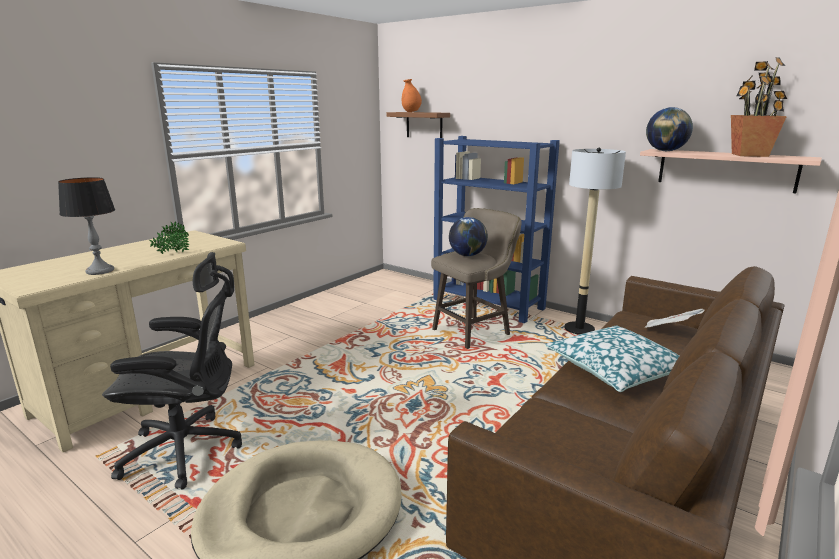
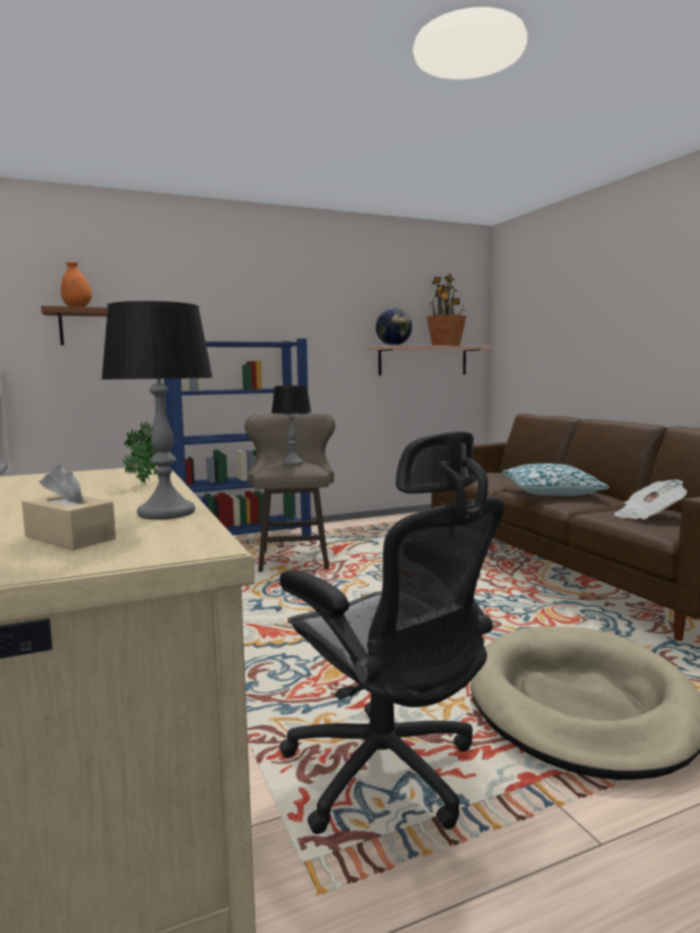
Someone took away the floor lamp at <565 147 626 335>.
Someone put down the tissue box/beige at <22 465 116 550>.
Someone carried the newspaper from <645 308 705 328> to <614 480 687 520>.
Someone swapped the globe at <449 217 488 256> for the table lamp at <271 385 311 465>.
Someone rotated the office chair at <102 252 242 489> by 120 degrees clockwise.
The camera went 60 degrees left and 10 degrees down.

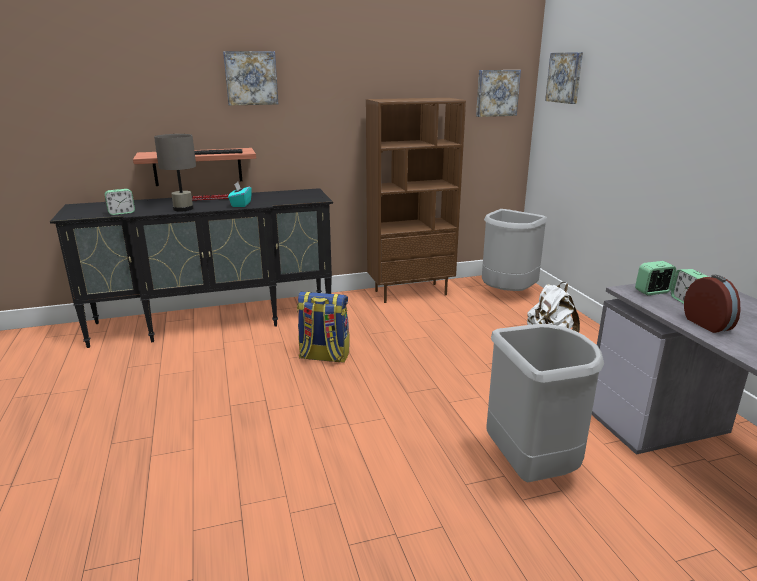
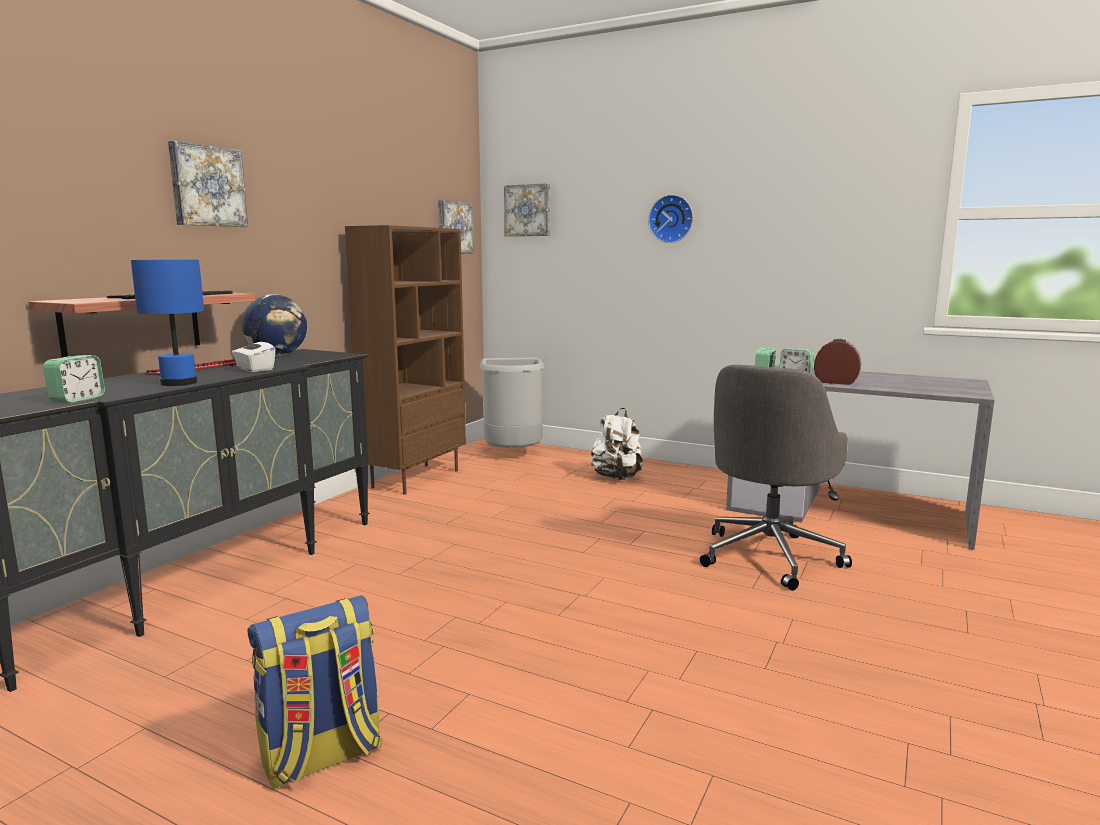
Someone put down the globe at <242 294 307 356>.
Someone put up the wall clock at <648 195 693 243>.
Someone carried the backpack from <297 292 349 363> to <247 595 383 789>.
Someone swapped the trash can/grey at <486 324 604 482> for the office chair/grey at <700 365 852 591>.
Someone repainted the table lamp/grey at <154 134 196 211>, which became the table lamp/blue at <131 260 204 386>.
Someone repainted the tissue box/turquoise at <228 182 252 207>, which became the tissue box/white at <232 335 275 372>.
The camera went 45 degrees left and 10 degrees down.

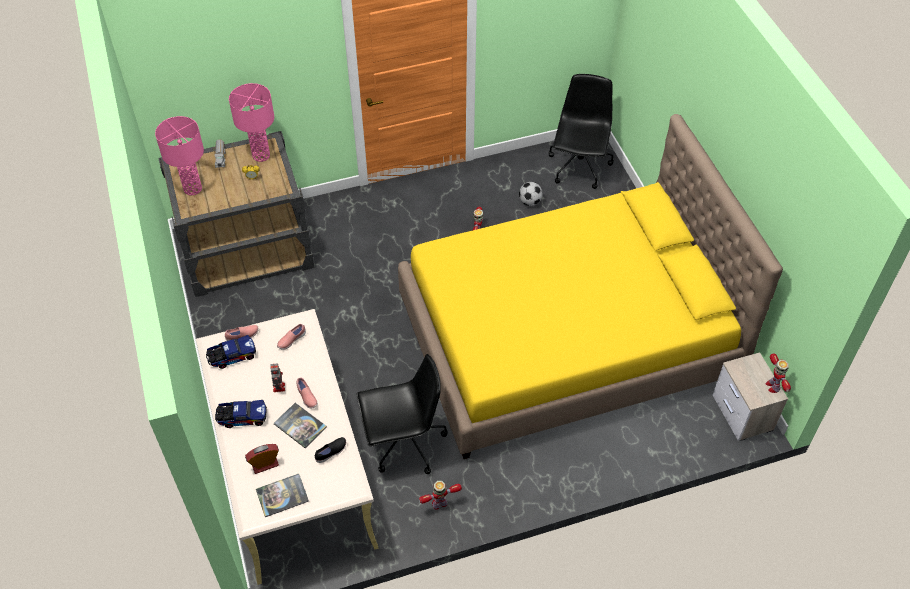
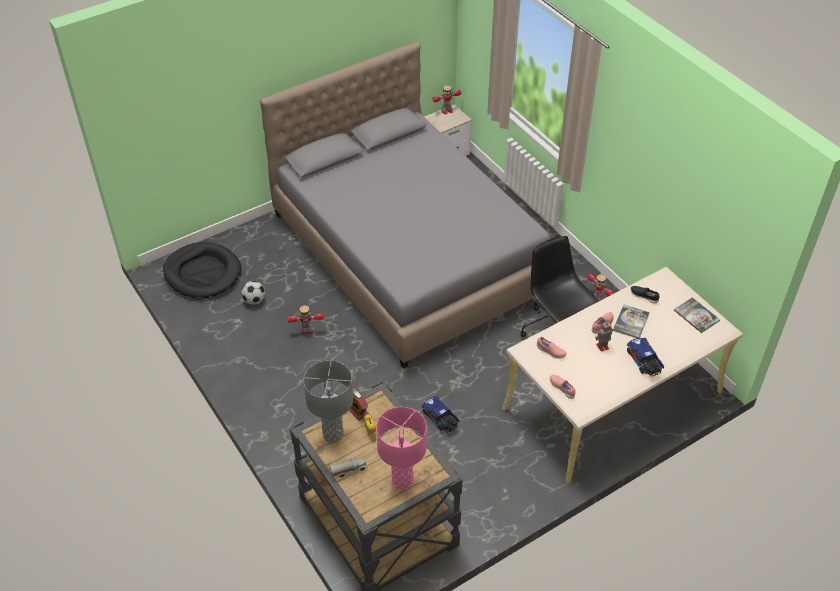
Someone carried the toy truck from <206 335 256 369> to <422 396 459 432>.
Someone carried the alarm clock from <245 444 279 474> to <345 387 369 421>.
Someone swapped the office chair/black at <549 74 614 189> for the dog bed/black at <163 242 242 298>.
Someone repainted the table lamp/pink at <229 83 274 162>, which became the table lamp/grey at <303 360 354 443>.
Someone repainted the bed/yellow at <398 114 783 459>, which became the bed/grey at <260 42 550 369>.
The camera went 105 degrees left and 5 degrees down.

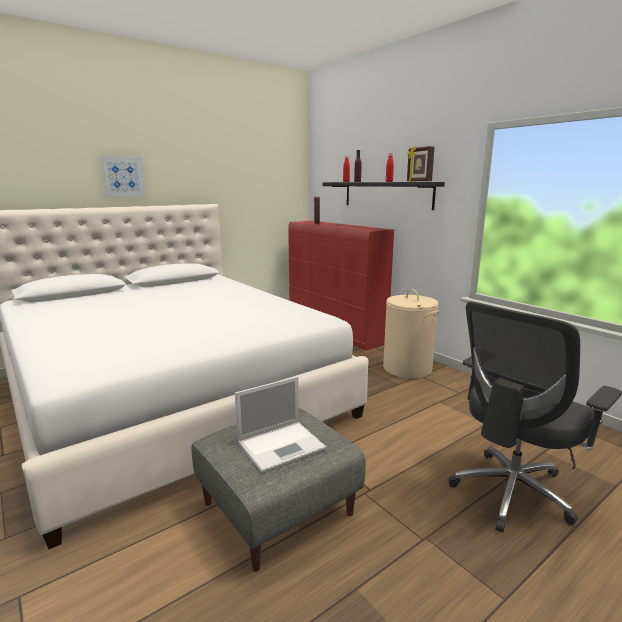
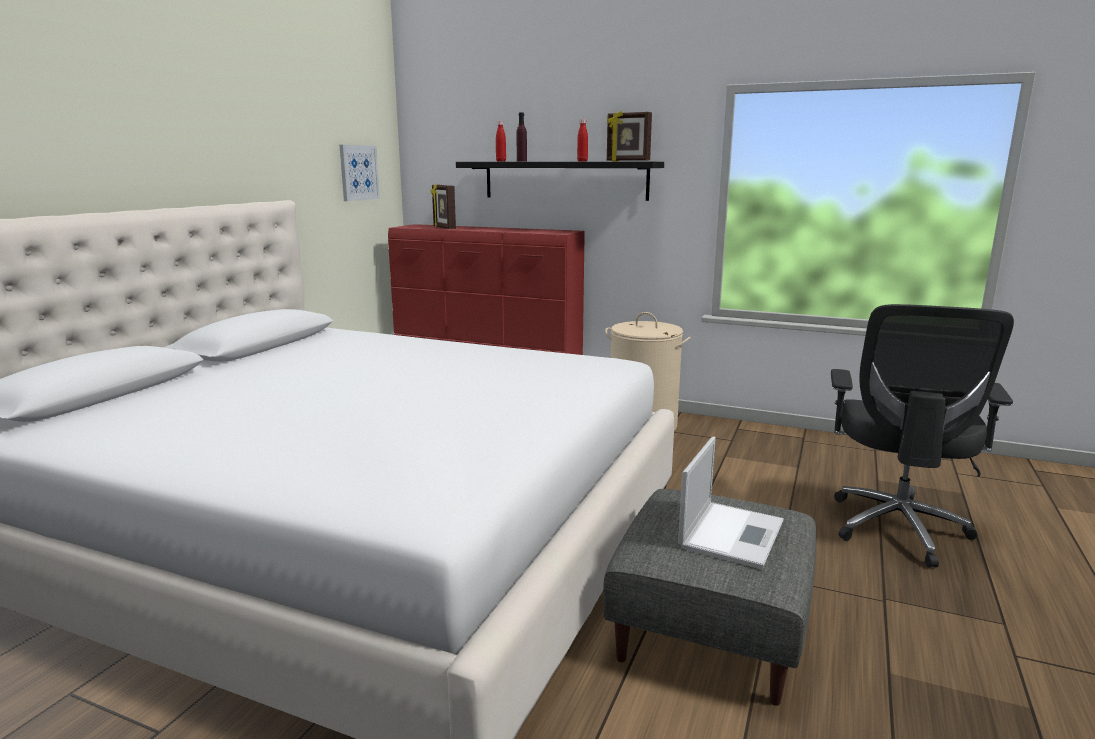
Someone carried the picture from <100 156 146 197> to <339 145 380 201>.
The camera went 30 degrees left and 0 degrees up.

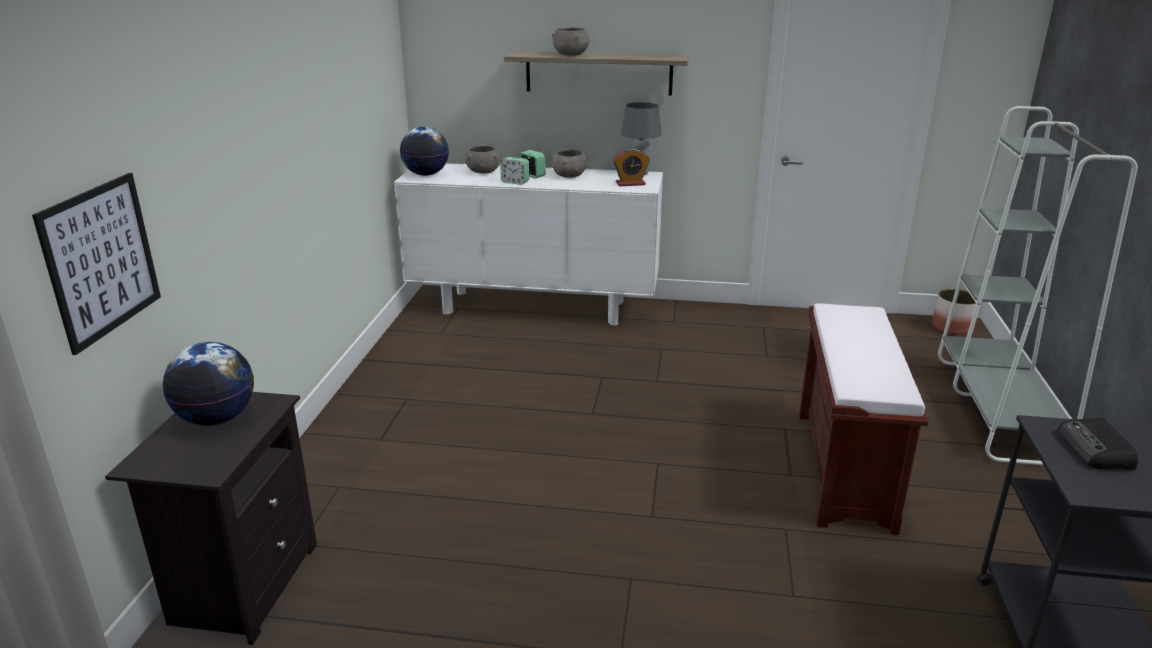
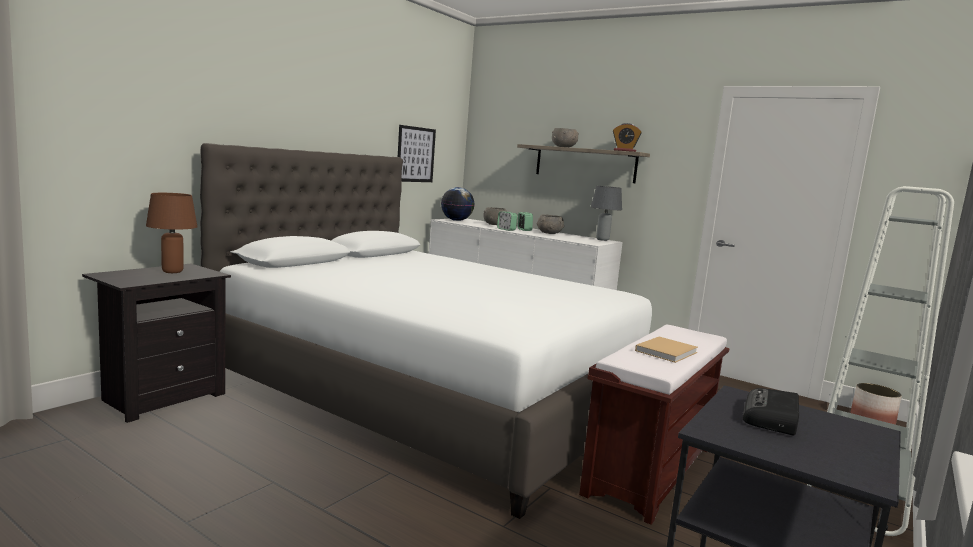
Someone put down the bed/white at <200 143 652 519>.
Someone put down the book/beige at <635 336 698 363>.
Someone carried the picture from <32 173 161 355> to <398 125 436 182>.
Someone carried the alarm clock from <613 148 650 186> to <613 123 642 152>.
Someone swapped the globe at <163 342 254 426> for the table lamp/brown at <146 193 198 273>.
The camera went 25 degrees right and 15 degrees down.

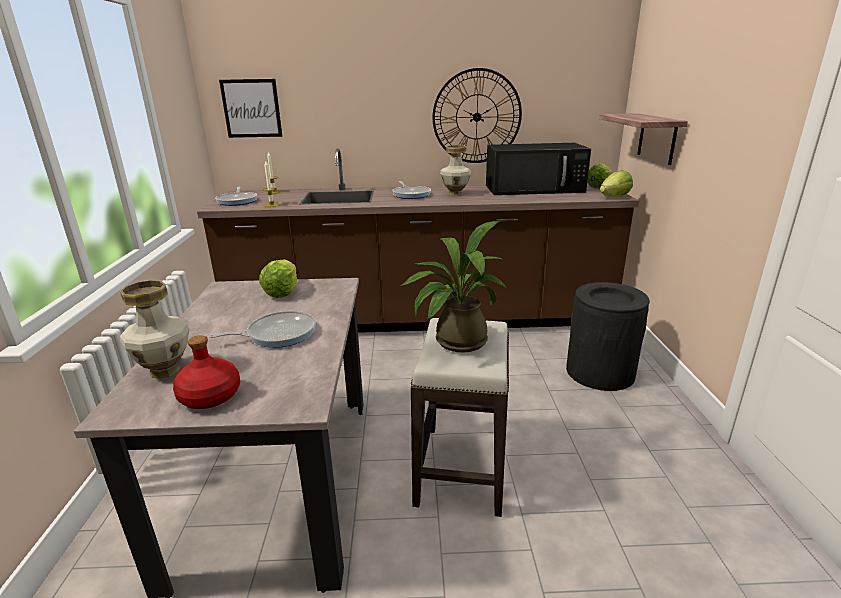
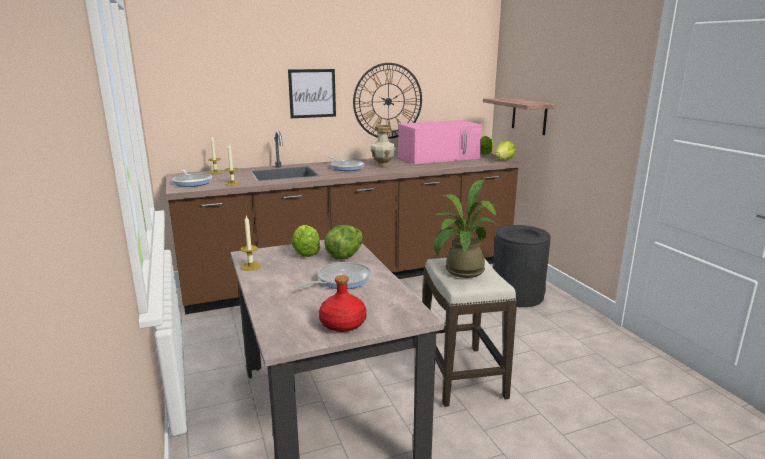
Someone took away the vase at <120 280 190 379>.
Someone put down the candle at <240 216 261 271>.
Someone put down the lettuce at <324 225 363 260>.
Someone carried the picture from <219 79 282 138> to <288 69 336 118>.
Someone repainted the microwave/black at <486 143 591 195>, which became the microwave/pink at <398 120 482 164>.
The camera went 20 degrees left and 5 degrees down.

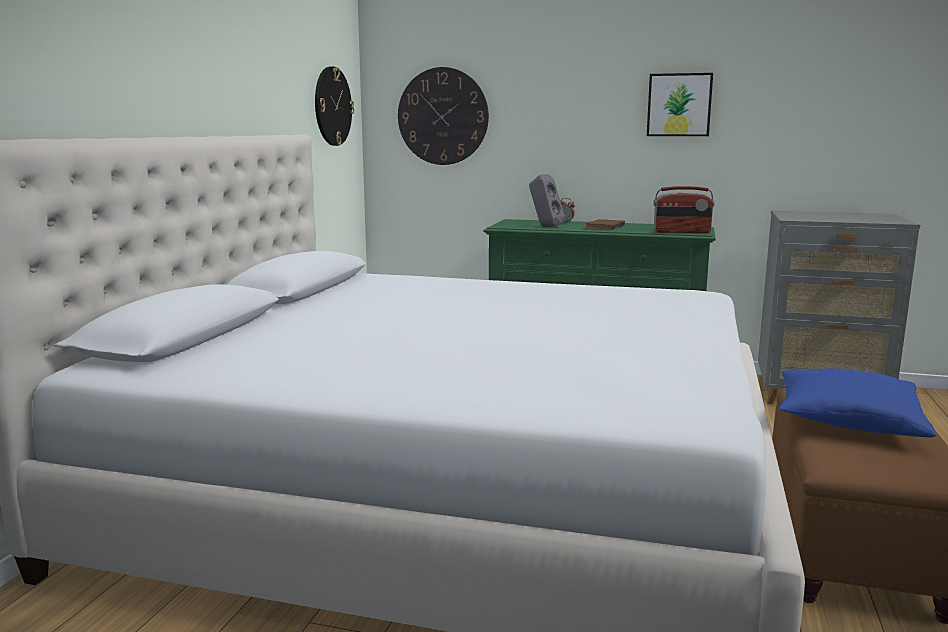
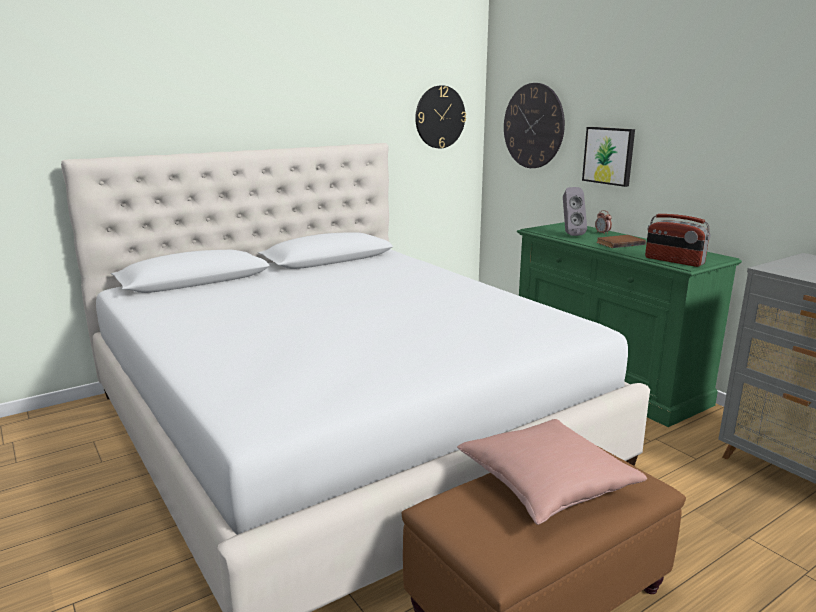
Someone carried the picture from <647 73 713 136> to <582 127 635 187>.
Someone repainted the pillow/blue at <779 368 936 437>, which became the pillow/pink at <457 419 647 525>.
The camera went 40 degrees right and 5 degrees up.

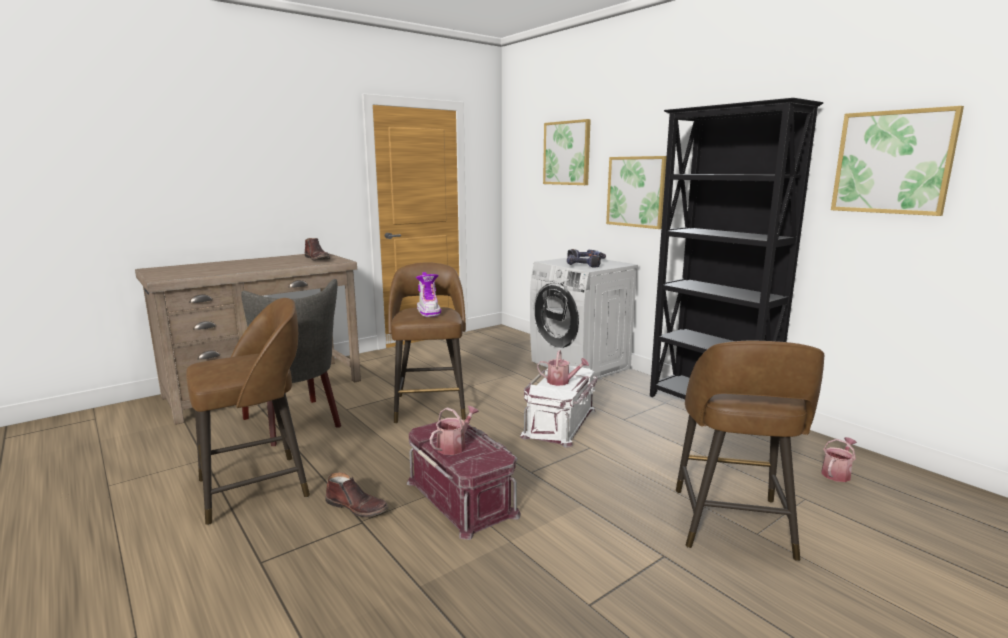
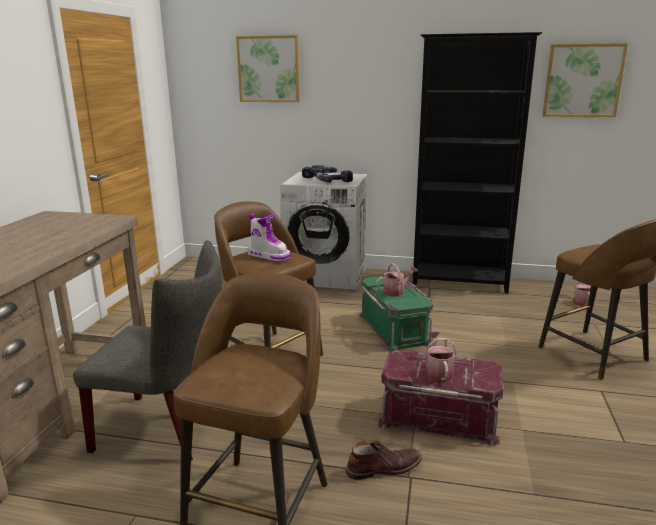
Someone took away the boot/brown at <305 238 330 260>.
Someone took away the picture at <606 156 667 229>.
Someone repainted the storage box/white at <520 366 598 448>, which became the storage box/green at <359 276 435 352>.
The camera went 40 degrees left and 5 degrees up.

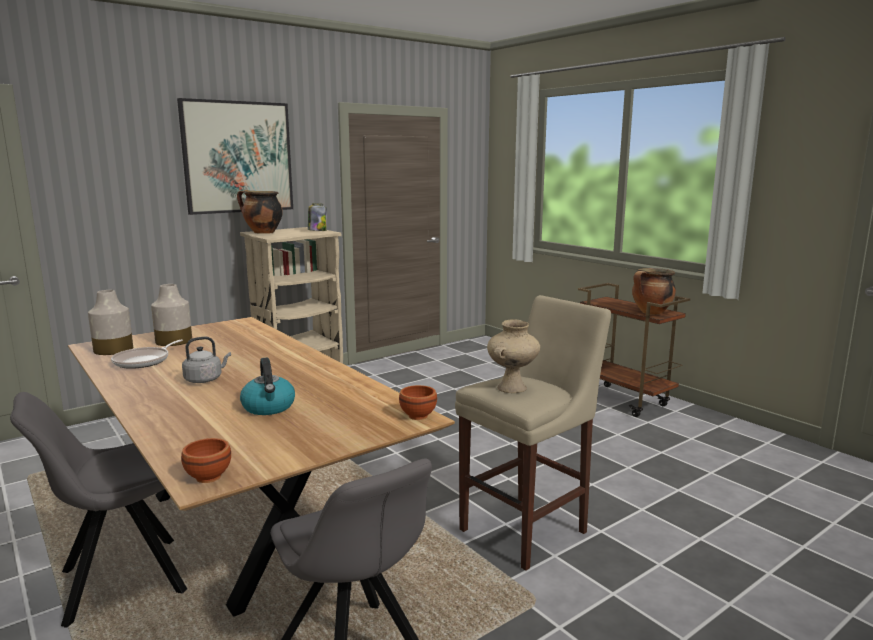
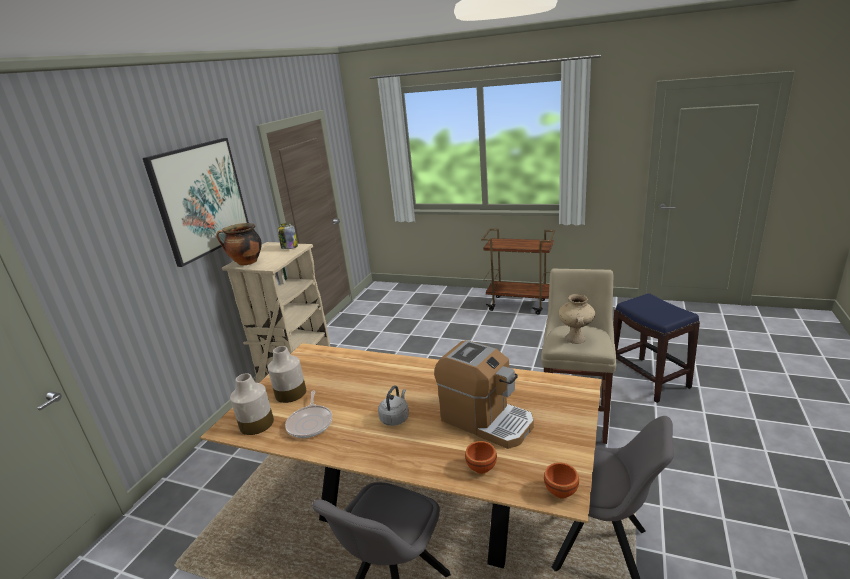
Someone took away the cooking pot at <632 268 676 315>.
Someone put down the stool at <613 293 700 403>.
Someone carried the bowl/brown from <399 385 437 420> to <465 441 497 474>.
Someone swapped the kettle at <240 358 295 415> for the coffee machine at <434 340 534 449>.
The camera went 30 degrees left and 10 degrees up.

